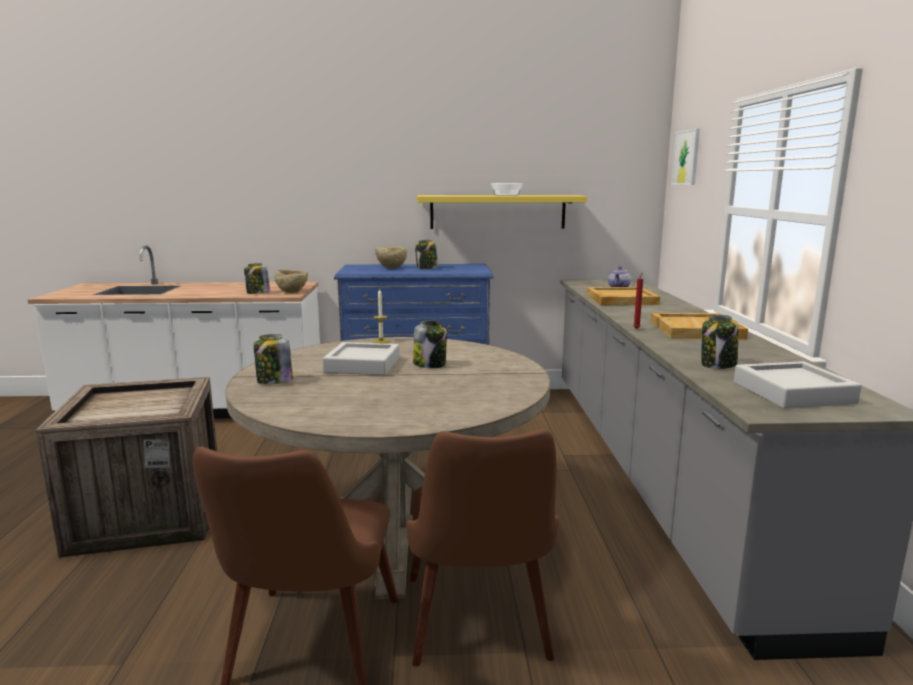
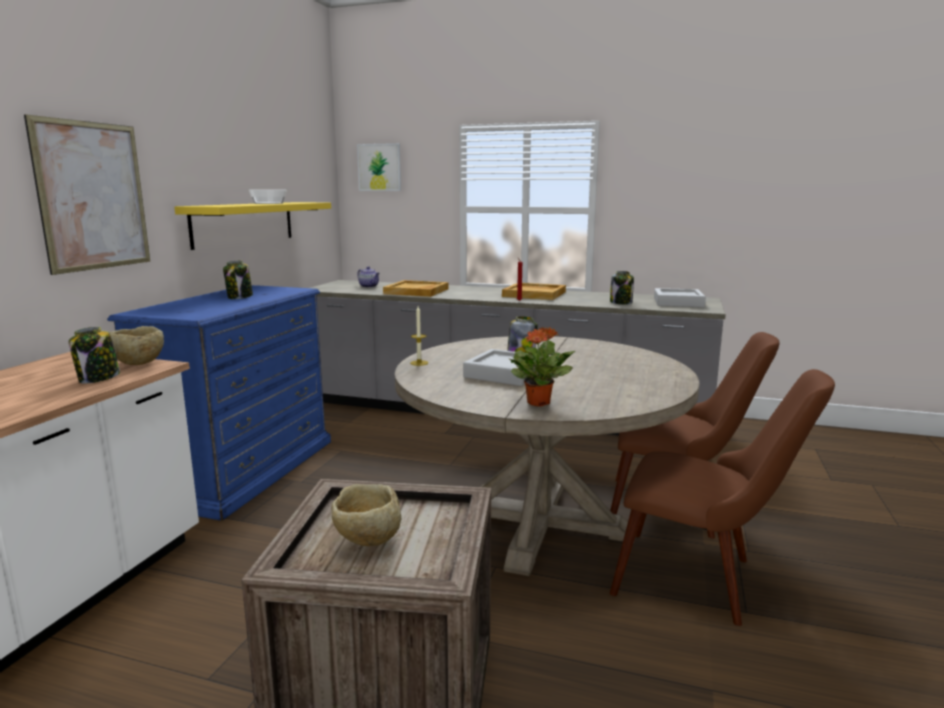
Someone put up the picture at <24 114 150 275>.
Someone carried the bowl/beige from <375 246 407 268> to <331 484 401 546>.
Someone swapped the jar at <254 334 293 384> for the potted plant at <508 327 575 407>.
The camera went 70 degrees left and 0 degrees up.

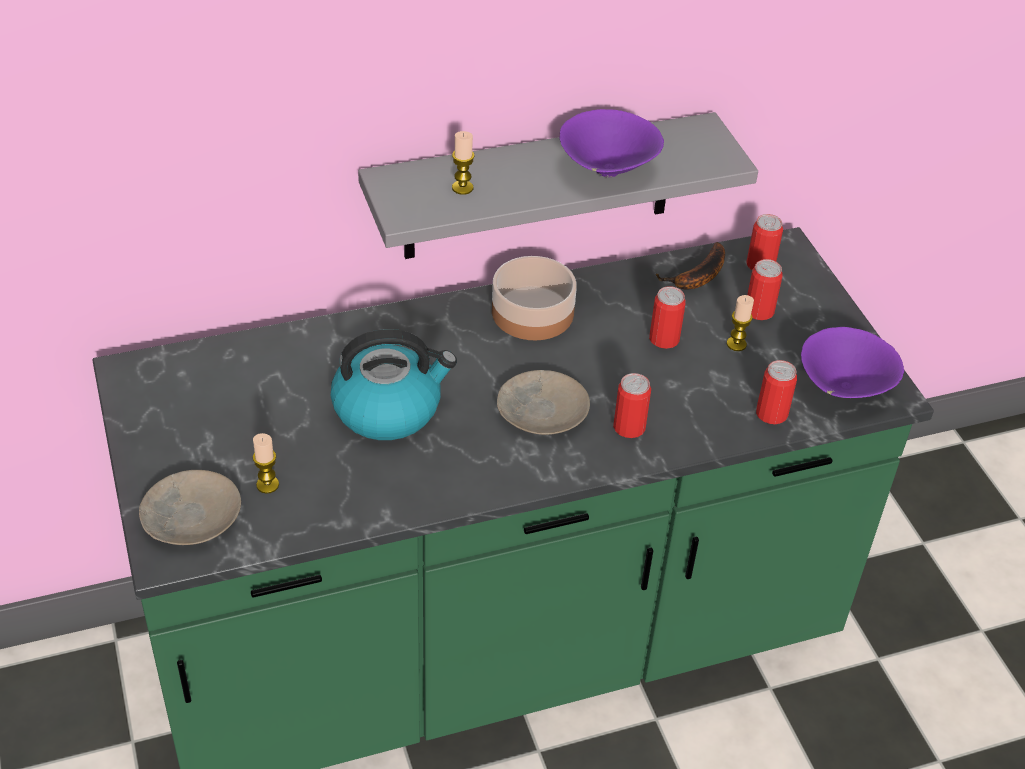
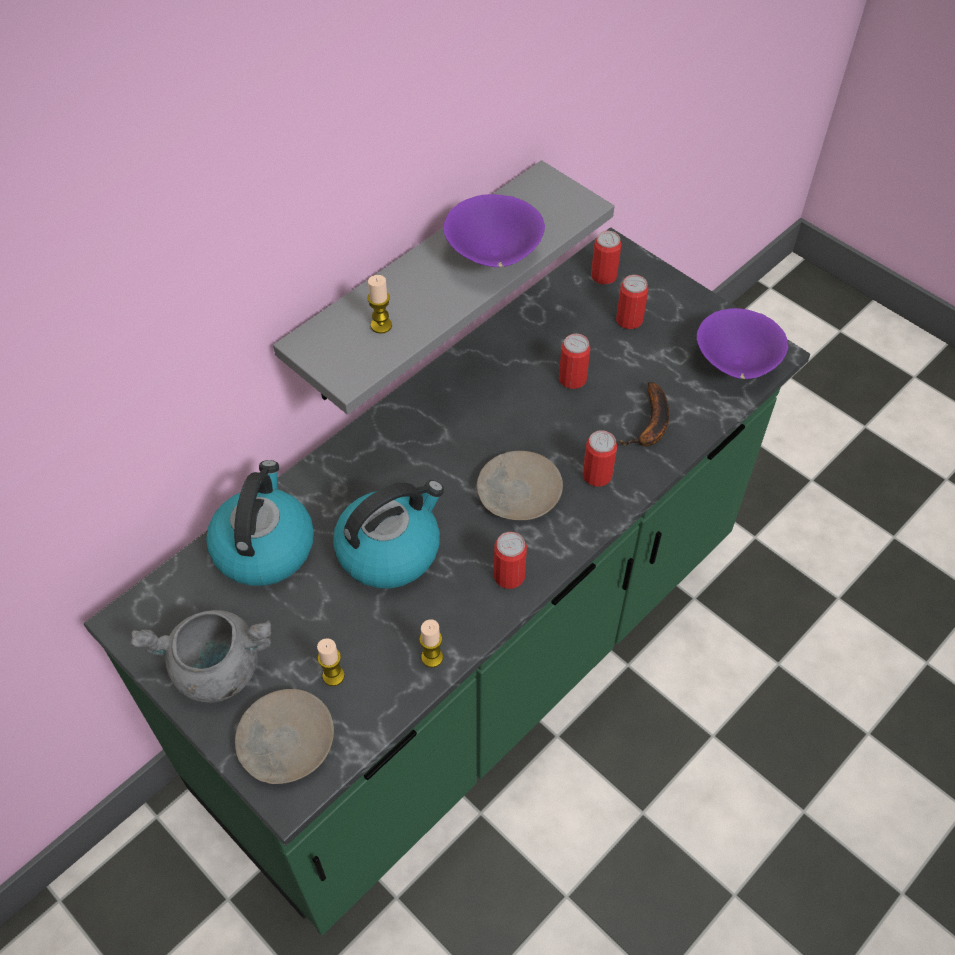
Someone took away the bowl at <492 256 577 340>.
Someone put down the cooking pot/grey at <130 610 271 703>.
Someone put down the kettle at <206 460 314 586>.
Someone carried the banana from <656 242 725 290> to <619 382 669 446>.
Someone carried the candle from <727 295 754 351> to <419 619 443 668>.
Someone carried the can from <756 360 797 424> to <494 532 527 589>.
The camera went 25 degrees left and 10 degrees up.

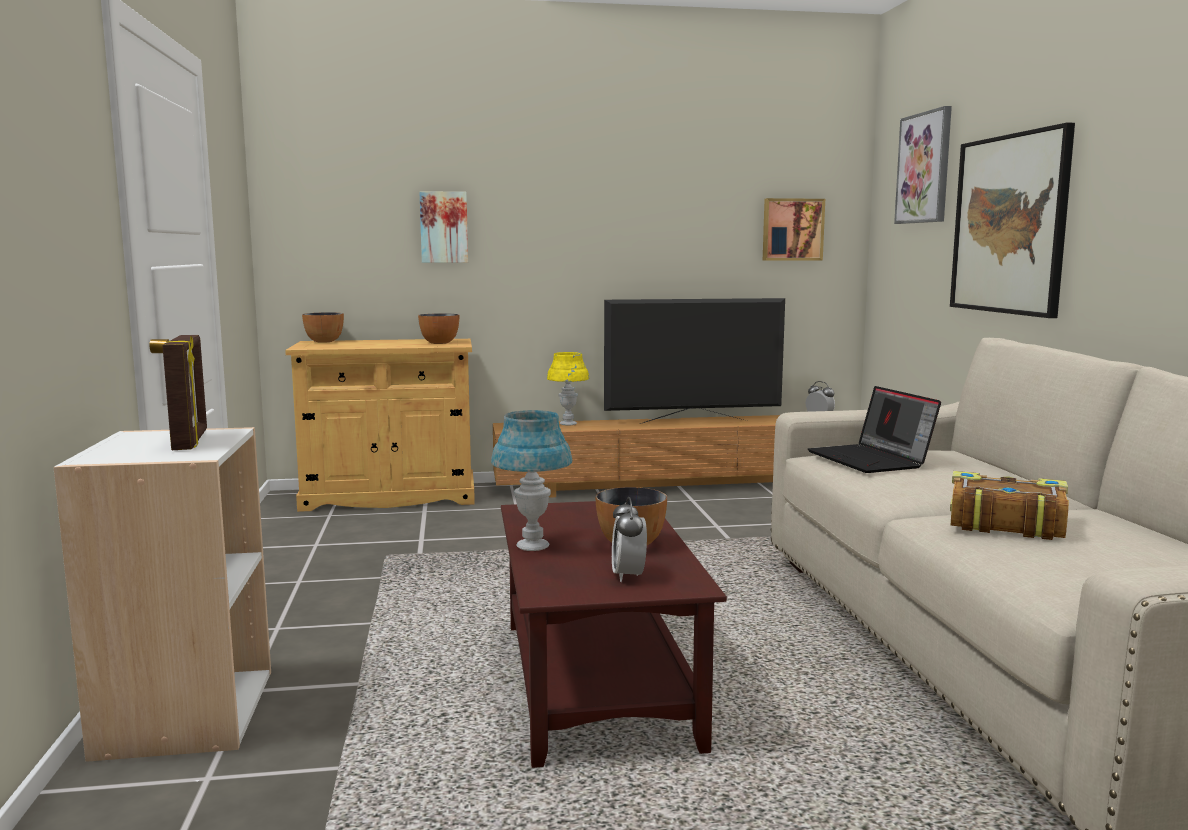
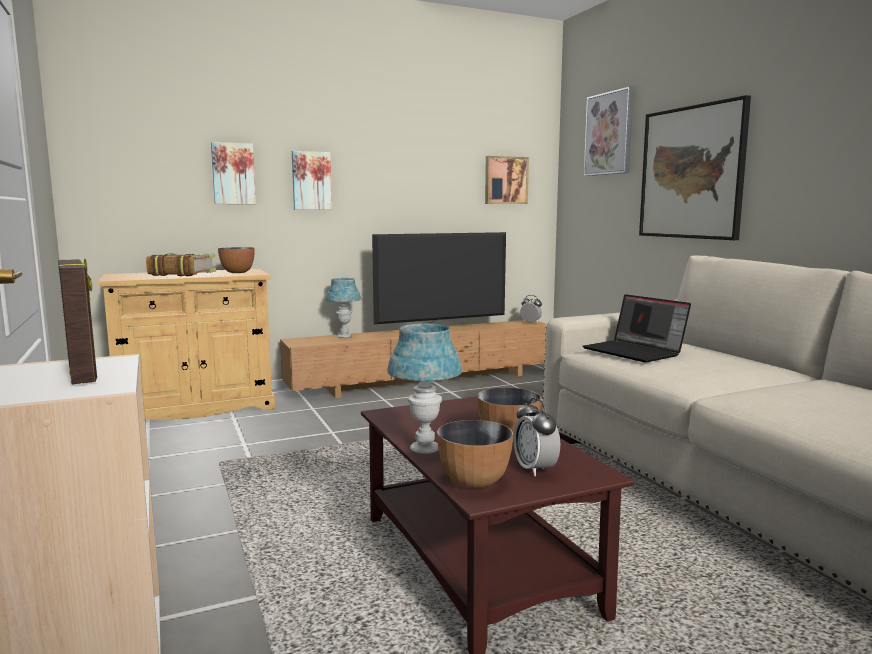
Someone put up the picture at <292 151 332 210>.
Someone carried the bowl from <302 312 344 343> to <437 420 513 488>.
Someone carried the book from <950 471 1069 540> to <146 253 216 276>.
Someone repainted the table lamp/yellow at <547 352 589 425>, which became the table lamp/blue at <326 278 361 338>.
The camera went 15 degrees left and 0 degrees up.

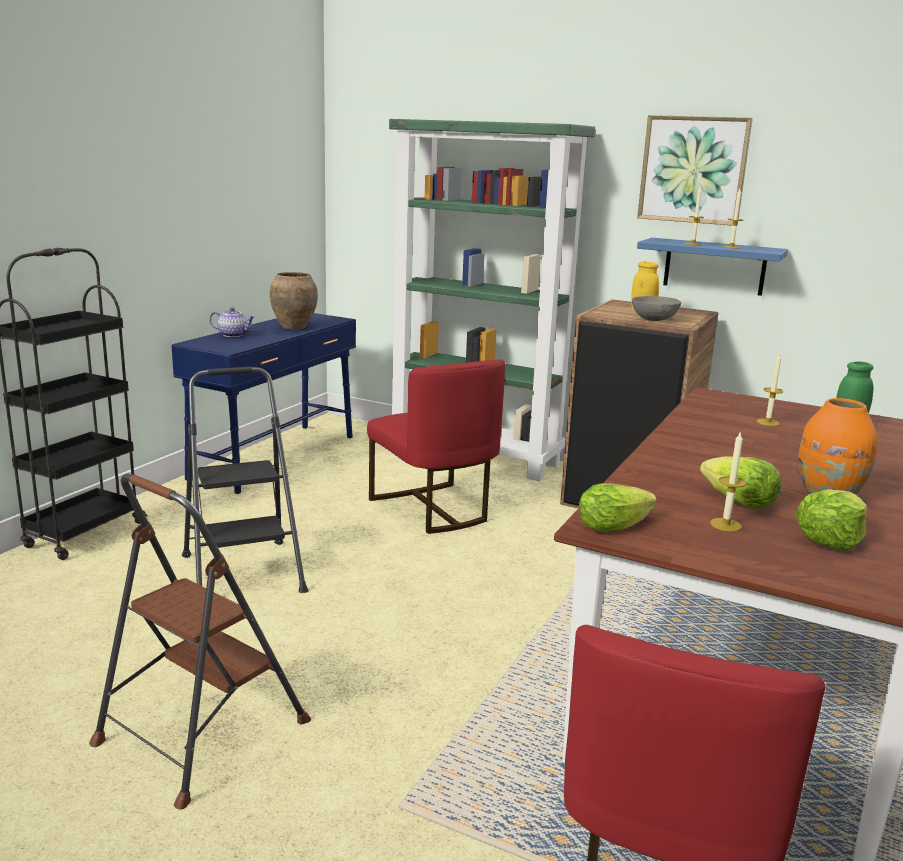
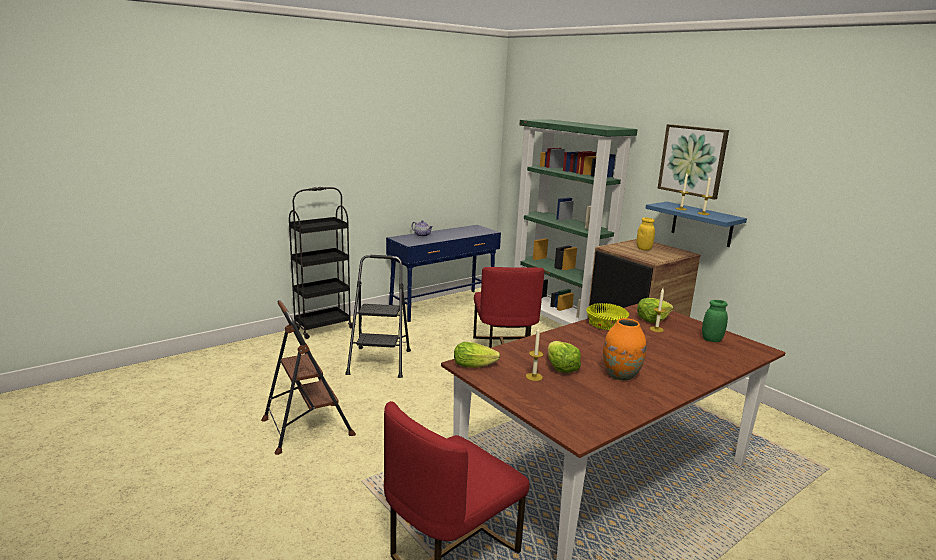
Someone took away the vase/brown at <270 272 318 330>.
Someone took away the bowl/grey at <632 296 681 321>.
Someone put down the bowl/yellow at <586 303 629 330>.
Someone carried the lettuce from <796 489 866 551> to <637 298 673 323>.
The camera went 25 degrees right and 0 degrees up.

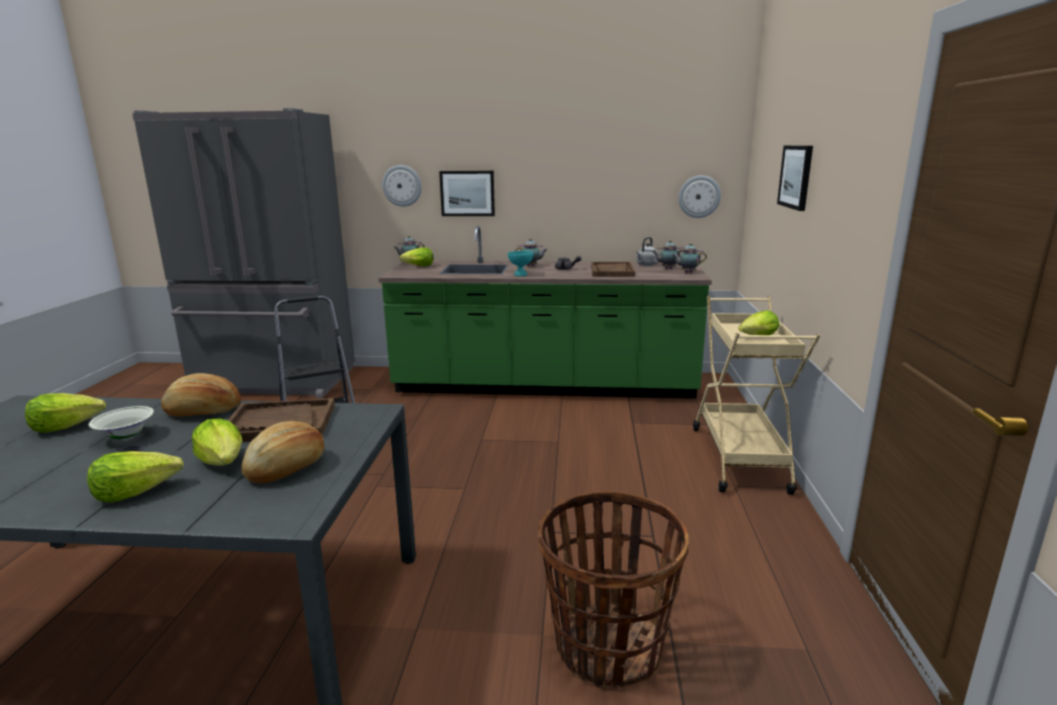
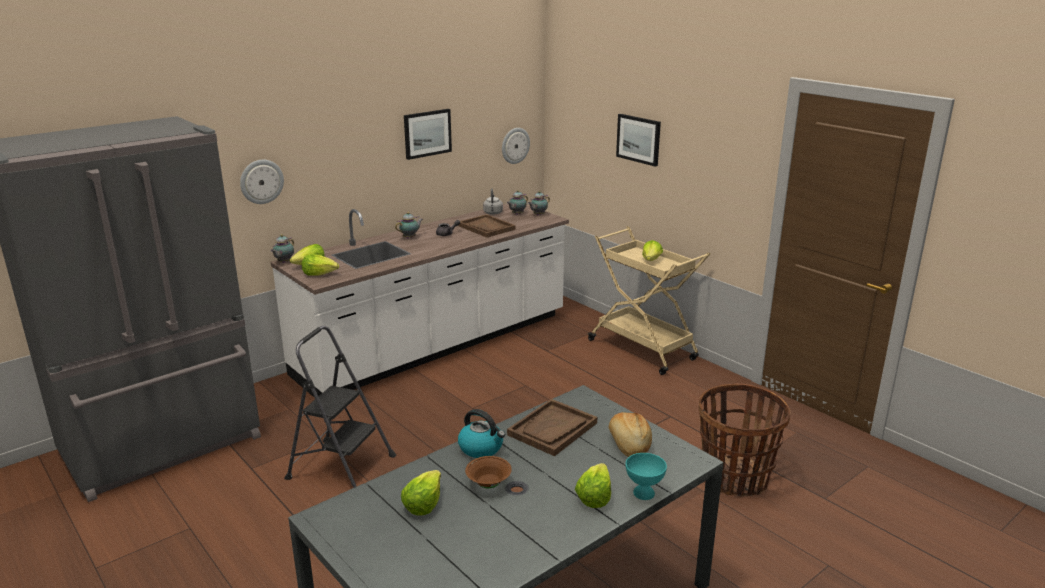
Someone carried the lettuce from <192 418 242 466> to <302 254 339 276>.
Someone carried the picture from <439 171 495 216> to <404 109 452 160>.
Someone carried the bowl/turquoise from <508 251 533 276> to <626 453 667 500>.
Someone swapped the bread at <161 373 241 417> for the kettle at <458 409 505 458>.
Someone repainted the bowl/white at <89 406 154 439>, which became the bowl/brown at <465 456 512 488>.
Someone repainted the counter/green at <378 225 712 399>, which became the counter/white at <270 204 569 397>.
The camera went 45 degrees left and 5 degrees up.

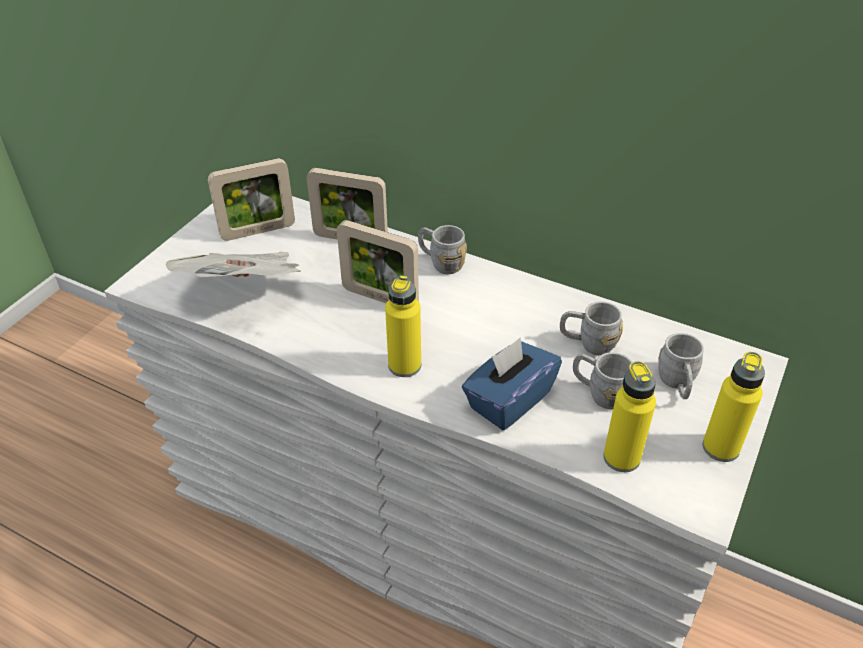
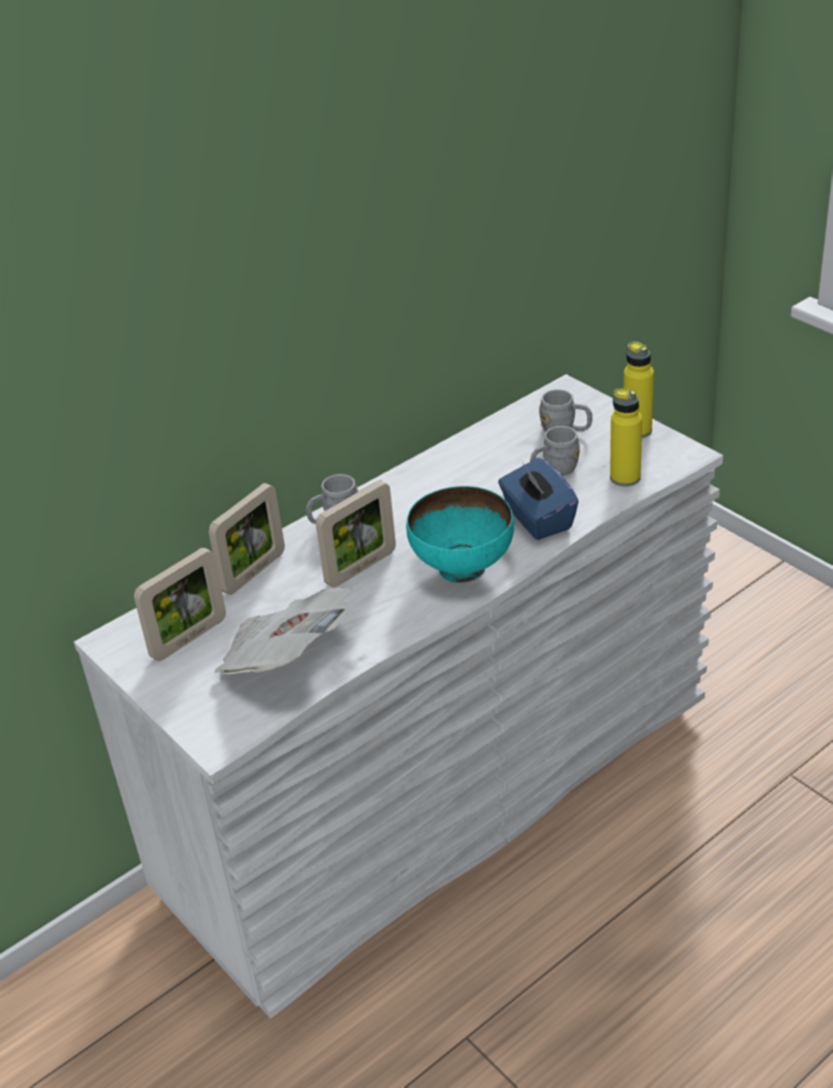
Someone took away the mug/grey at <560 301 623 355>.
Someone swapped the bottle/yellow at <385 275 421 377> for the bowl/turquoise at <406 486 514 583>.
Someone rotated the picture frame at <208 158 295 241> by 45 degrees clockwise.
The camera went 65 degrees left and 5 degrees down.

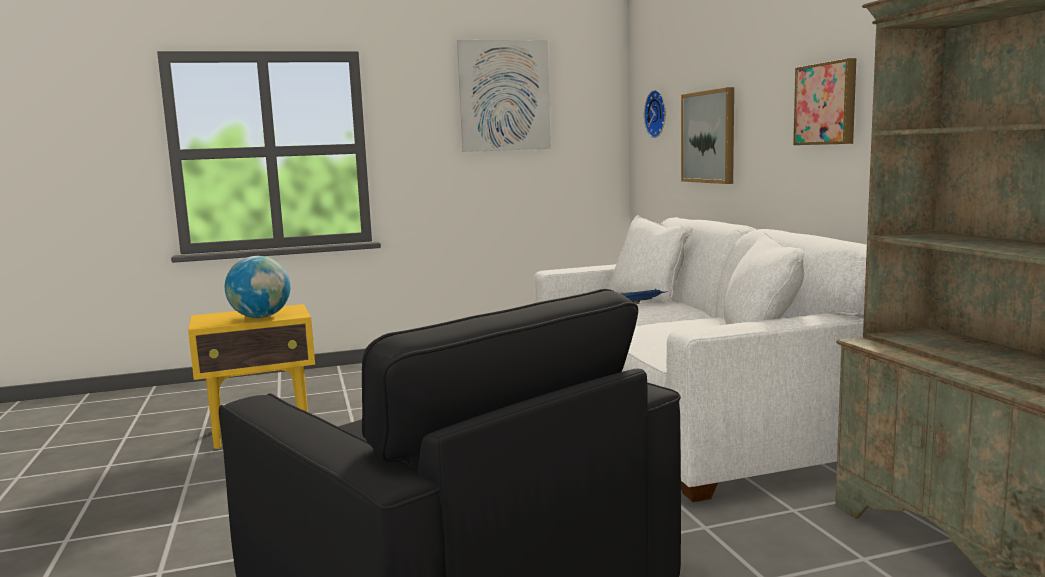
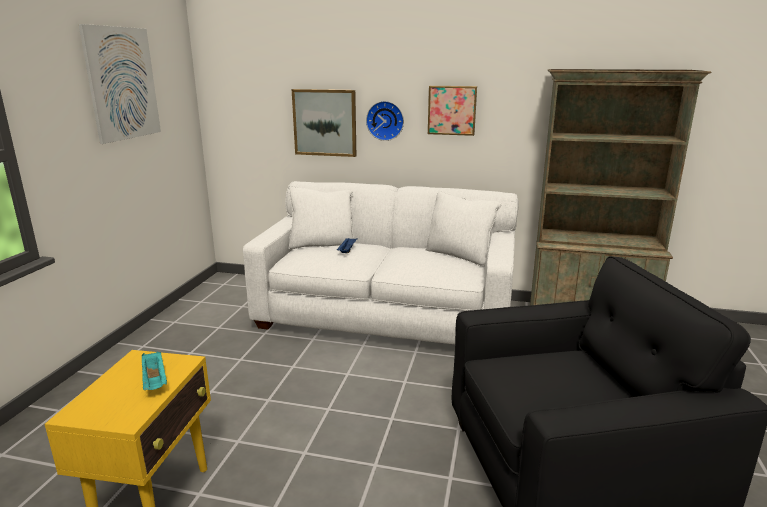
Someone carried the wall clock from <644 90 666 138> to <366 101 404 141>.
Someone swapped the globe at <225 256 291 318> for the tray/turquoise at <142 352 167 390>.
The camera went 60 degrees left and 10 degrees up.

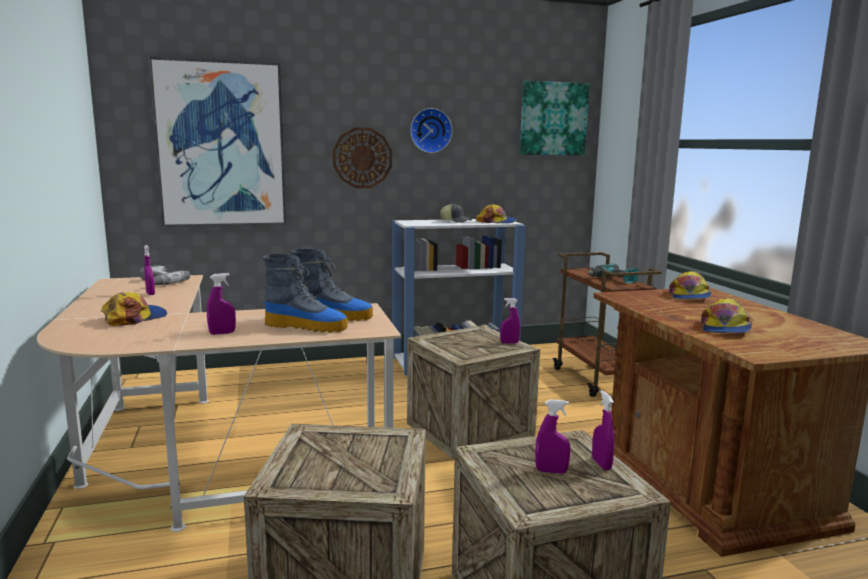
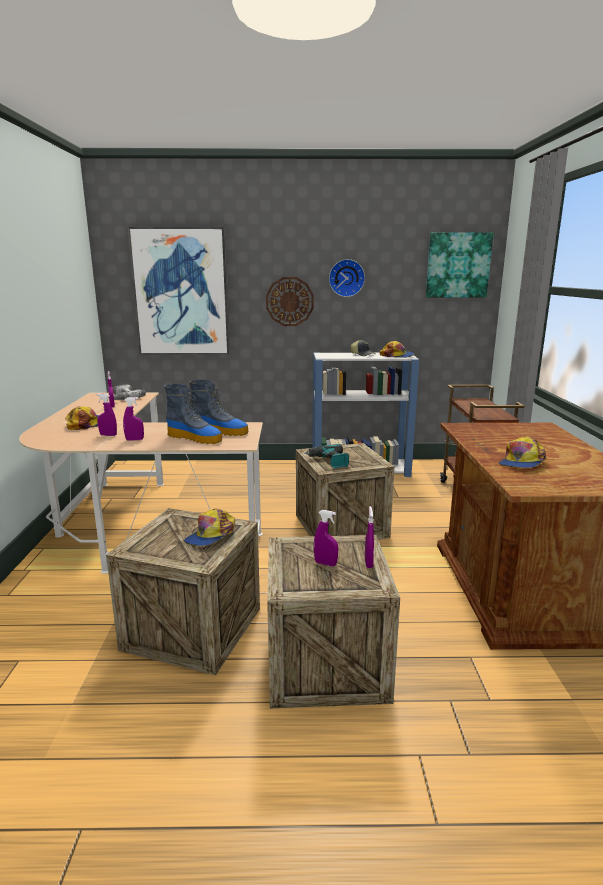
Someone carried the spray bottle/purple from <500 298 520 344> to <97 394 117 436>.
Someone carried the power drill from <587 264 638 284> to <304 444 349 468>.
Someone carried the cap from <669 271 712 299> to <184 508 235 546>.
The camera went 15 degrees right and 5 degrees up.

